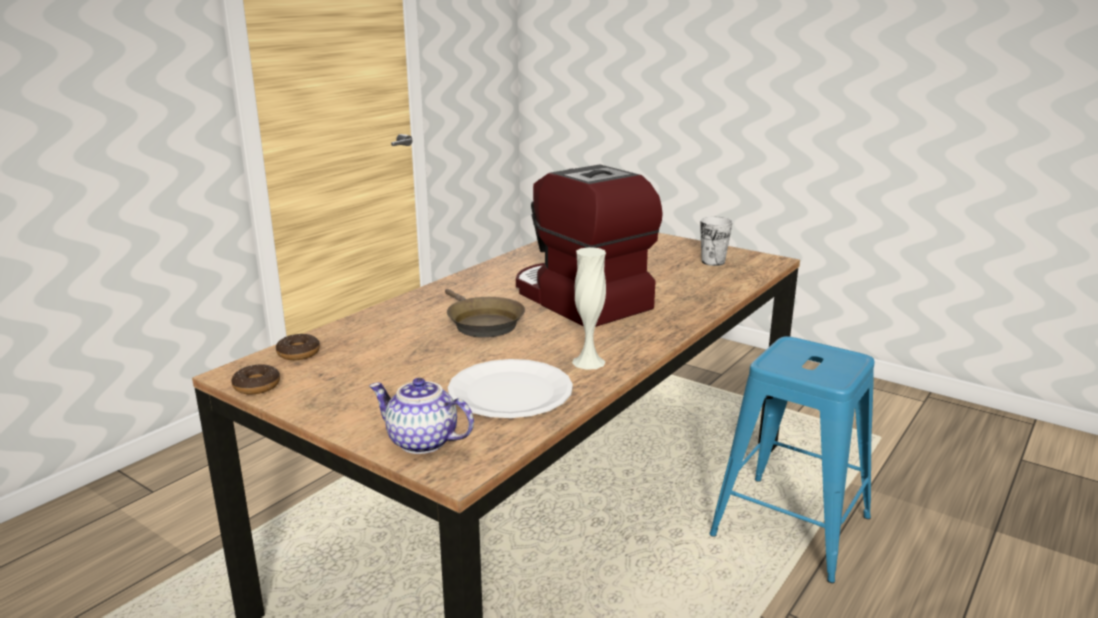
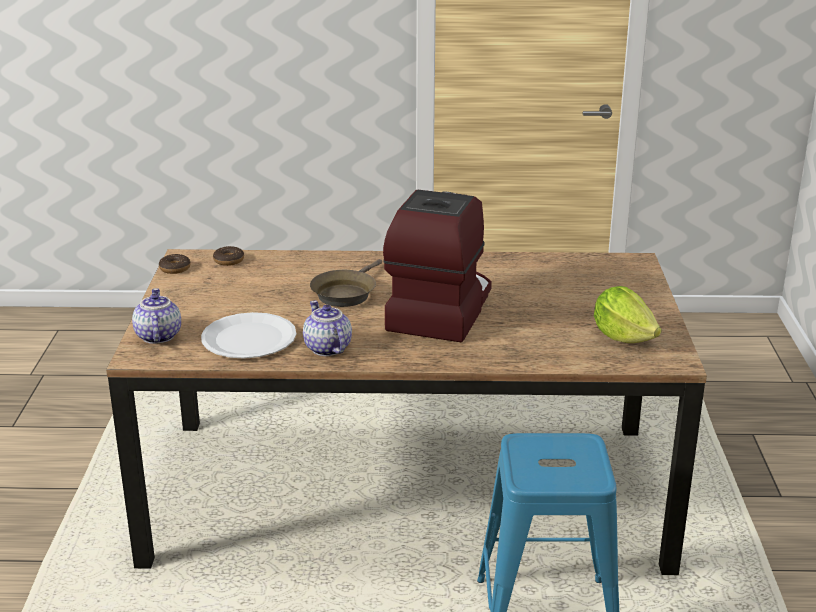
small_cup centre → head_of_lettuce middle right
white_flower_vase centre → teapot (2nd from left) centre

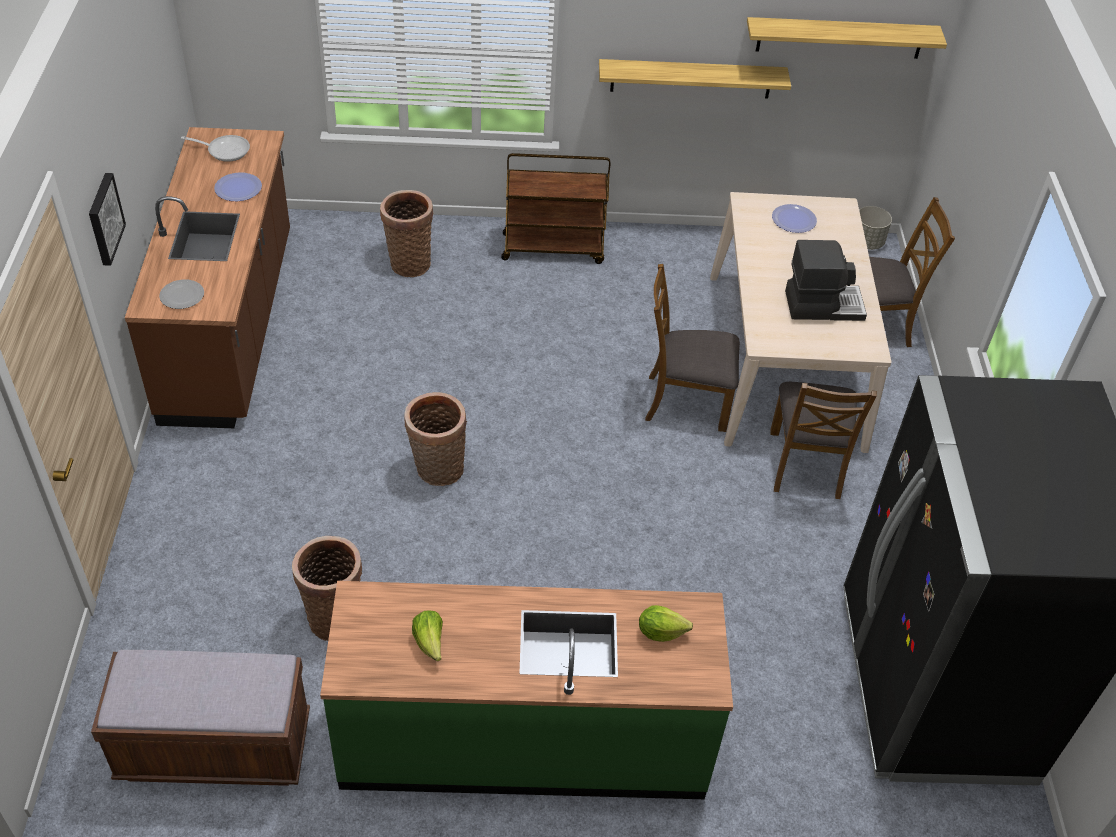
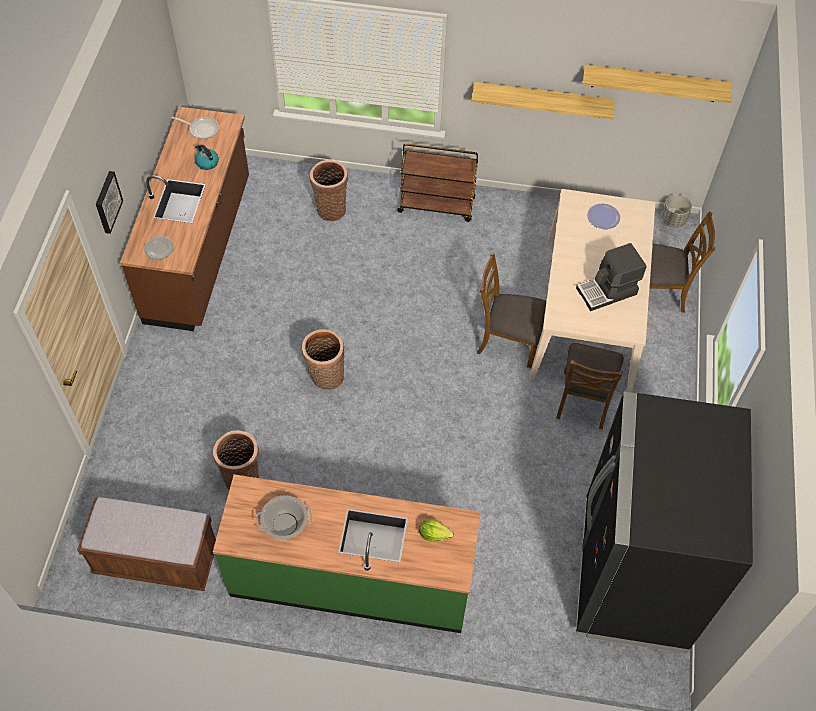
flat_dish (2nd from left) top left → water_kettle top left
coffee_brewer middle right, 150 degrees clockwise
head_of_lettuce (1st from left) bottom centre → stockpot bottom centre

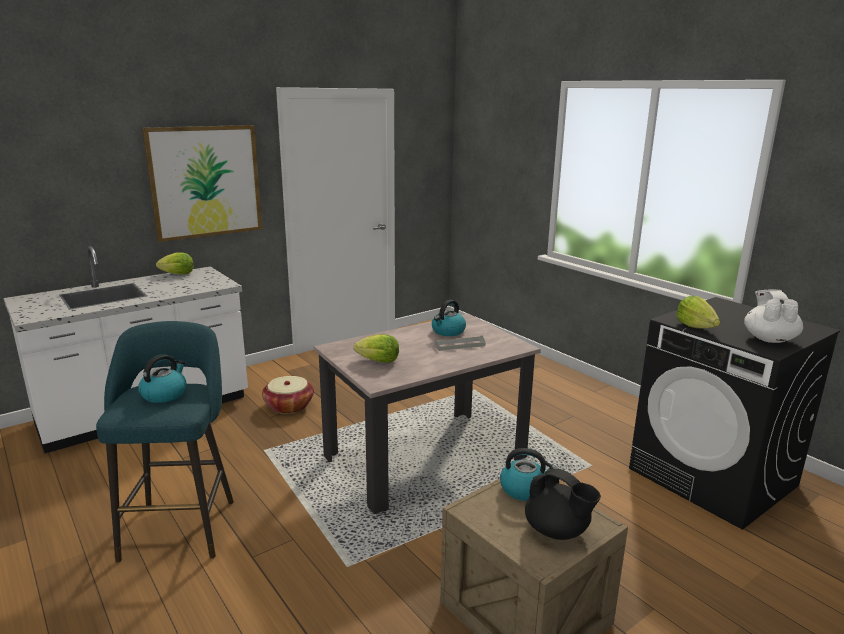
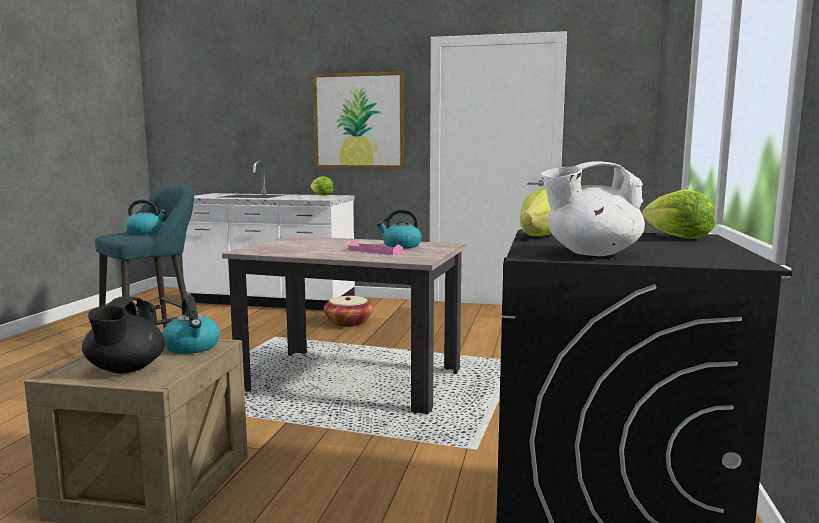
white_teapot middle right, 150 degrees counterclockwise
head_of_lettuce (2nd from left in the first image) centre → head_of_lettuce (3rd from left) middle right, move
greyish_tray centre → pinkish_tray centre

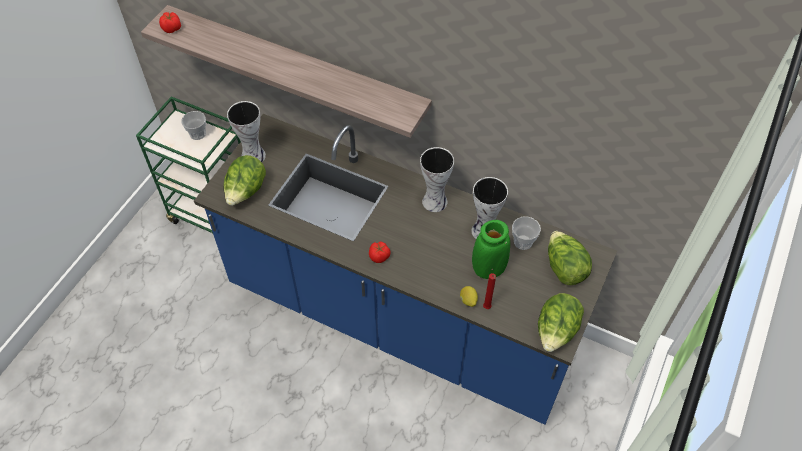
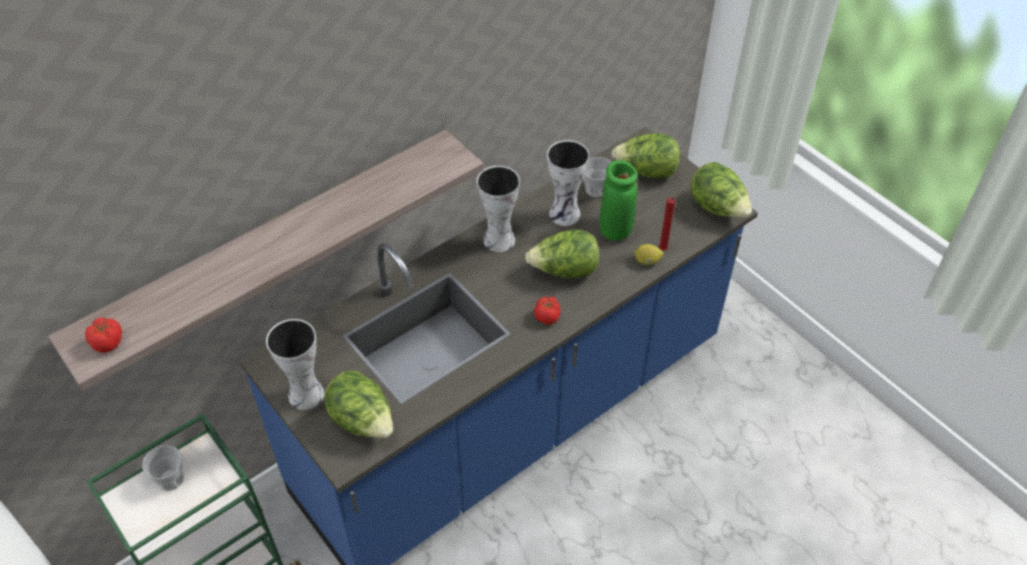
- → head_of_lettuce (2nd from left) centre

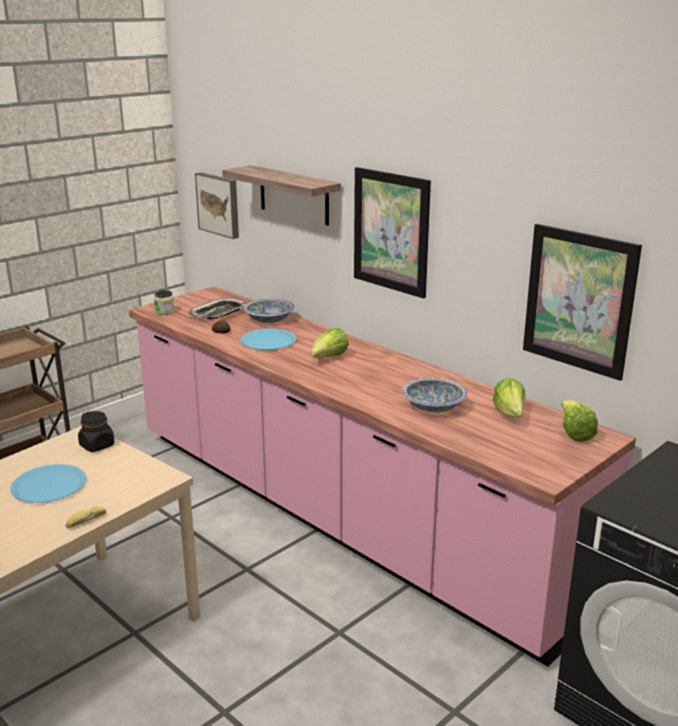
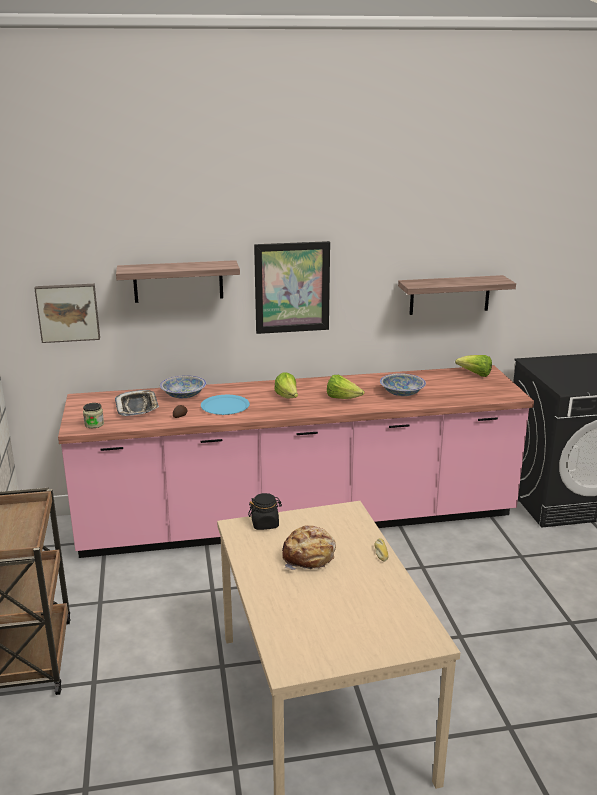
picture (3rd from left) middle right → shelf (2nd from left) middle right
head_of_lettuce (2nd from left) middle right → head_of_lettuce (2nd from left) centre, move
blue_flat_dish (1st from left) middle left → baked_bread (1st from left) bottom centre

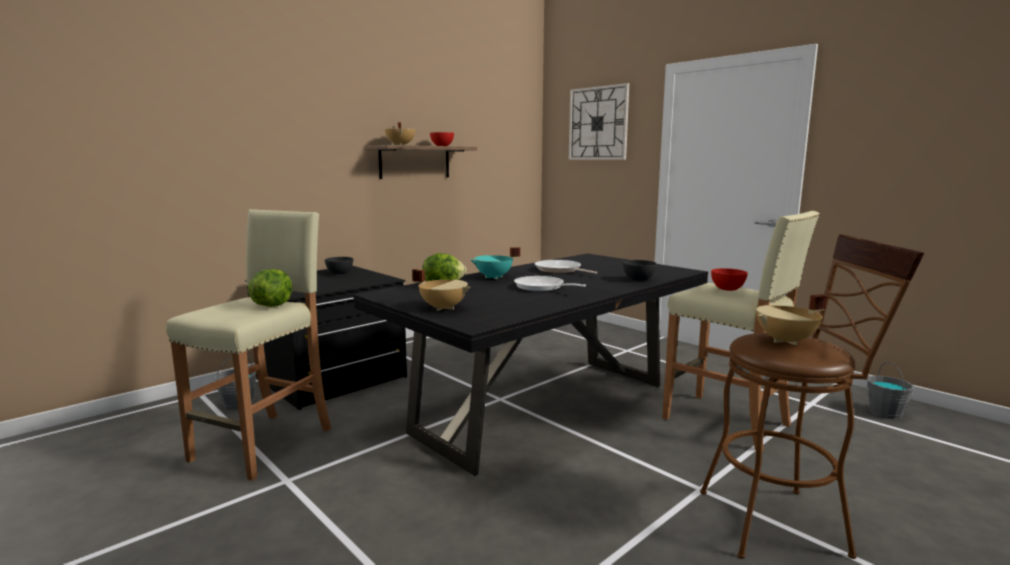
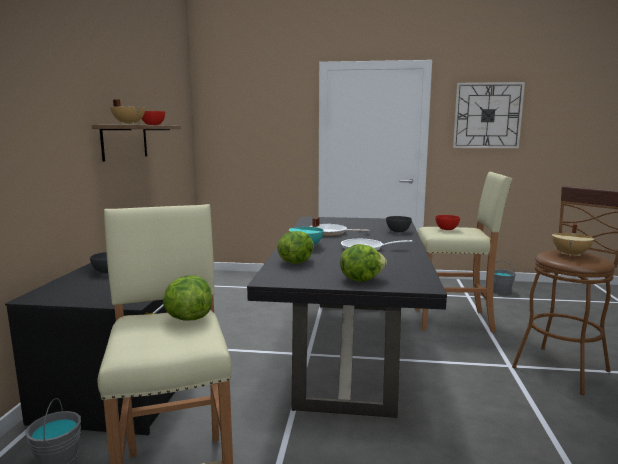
clock_on_the_wall top centre → clock_on_the_wall top right, move
sand-coloured_stockpot (2nd from left) centre → head_of_lettuce (3rd from left) centre

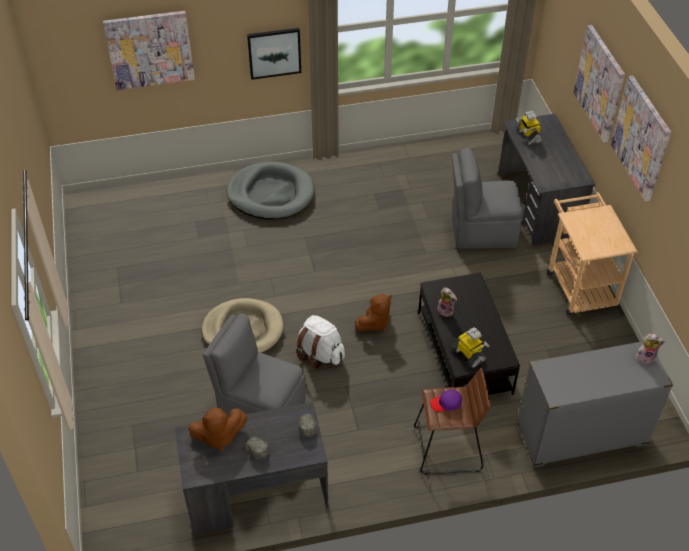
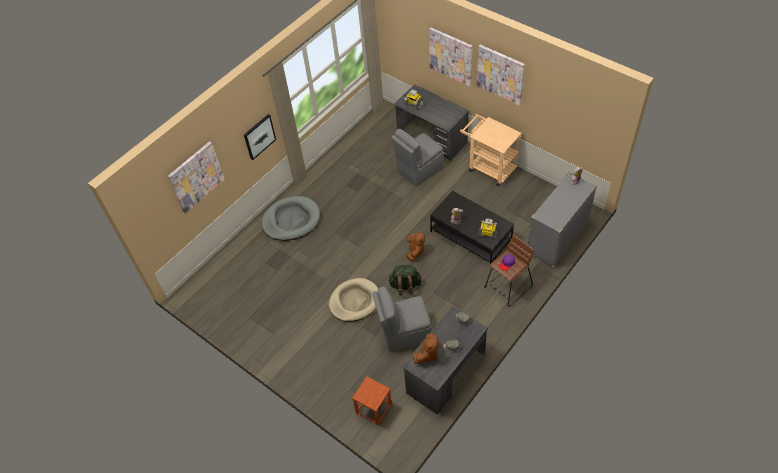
white_rucksack centre → greenish_rucksack centre
- → brown-coloured_stool (1st from left) bottom centre

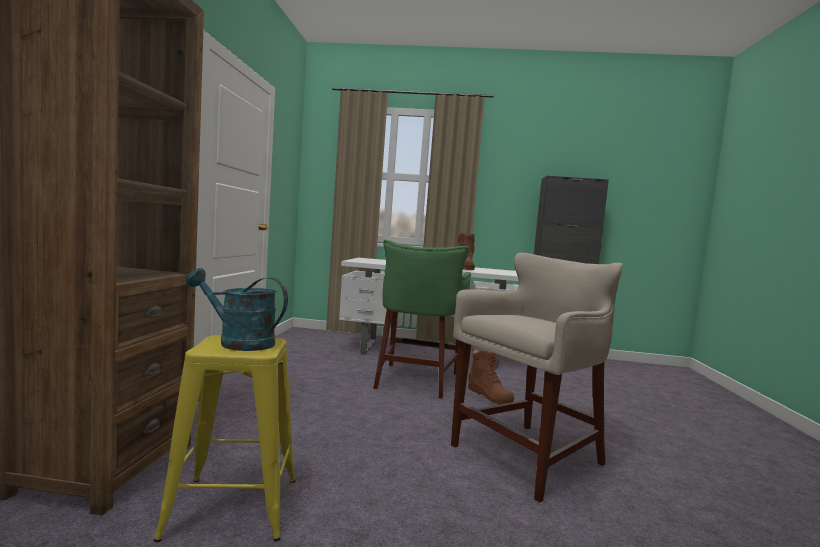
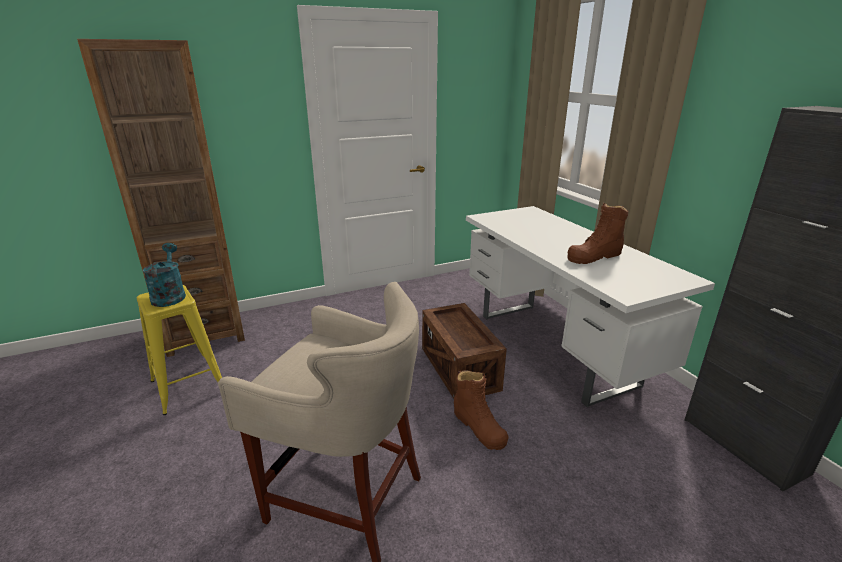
greenish_stool centre → shipping_crate centre
brown-coloured_high-top_boot (2nd from left in the first image) bottom centre → brown-coloured_high-top_boot (1st from left) bottom centre, 60 degrees counterclockwise

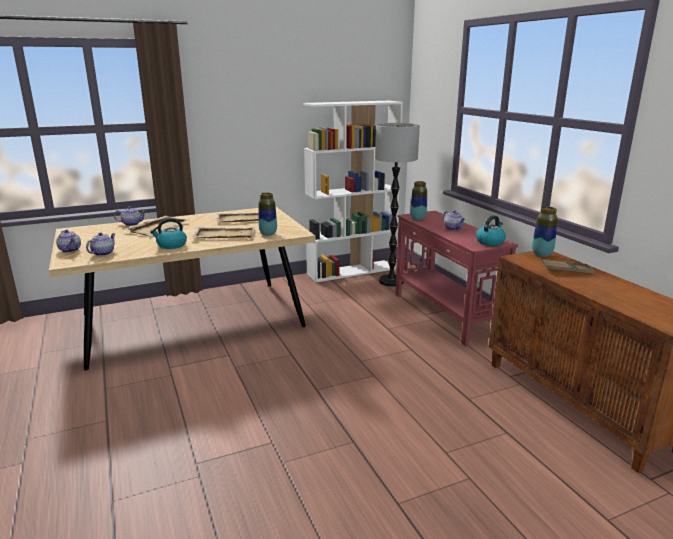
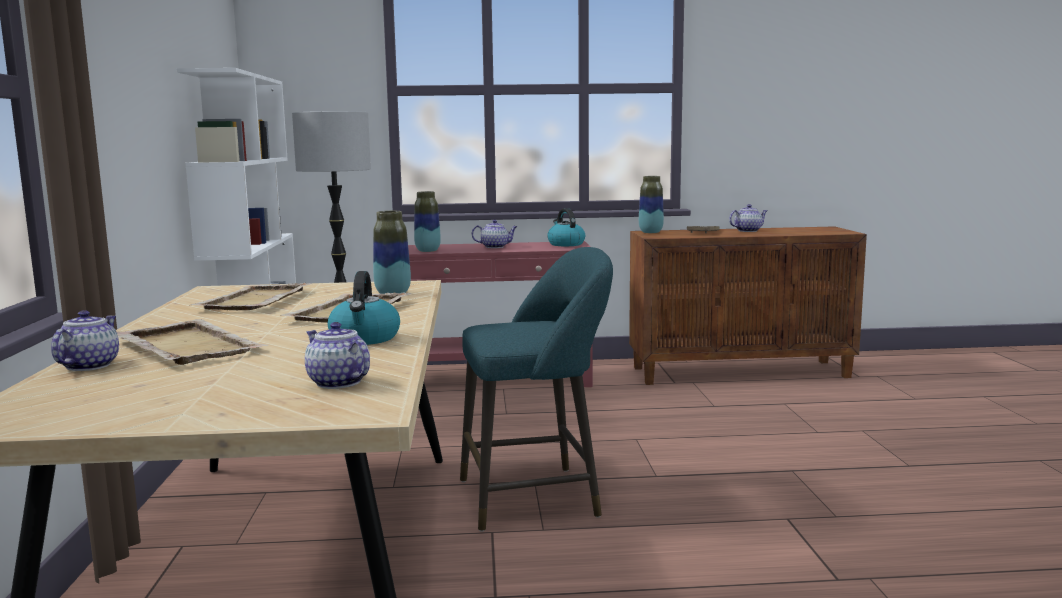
teapot (1st from left in the first image) middle left → teapot (4th from left) middle right, move
- → turquoise-coloured_stool centre

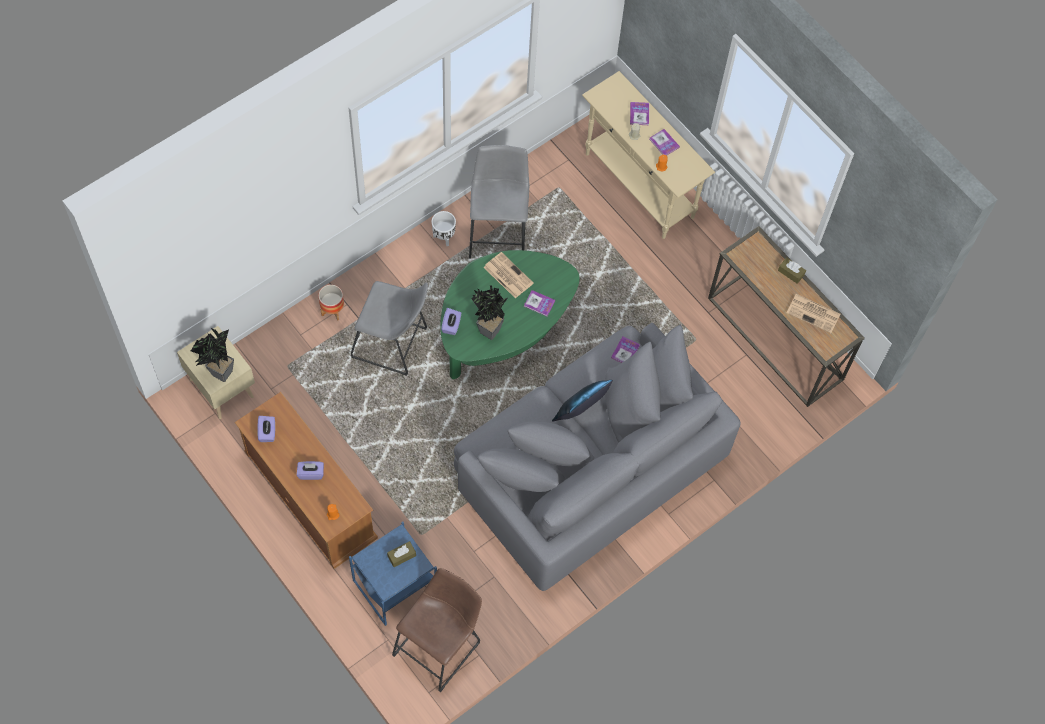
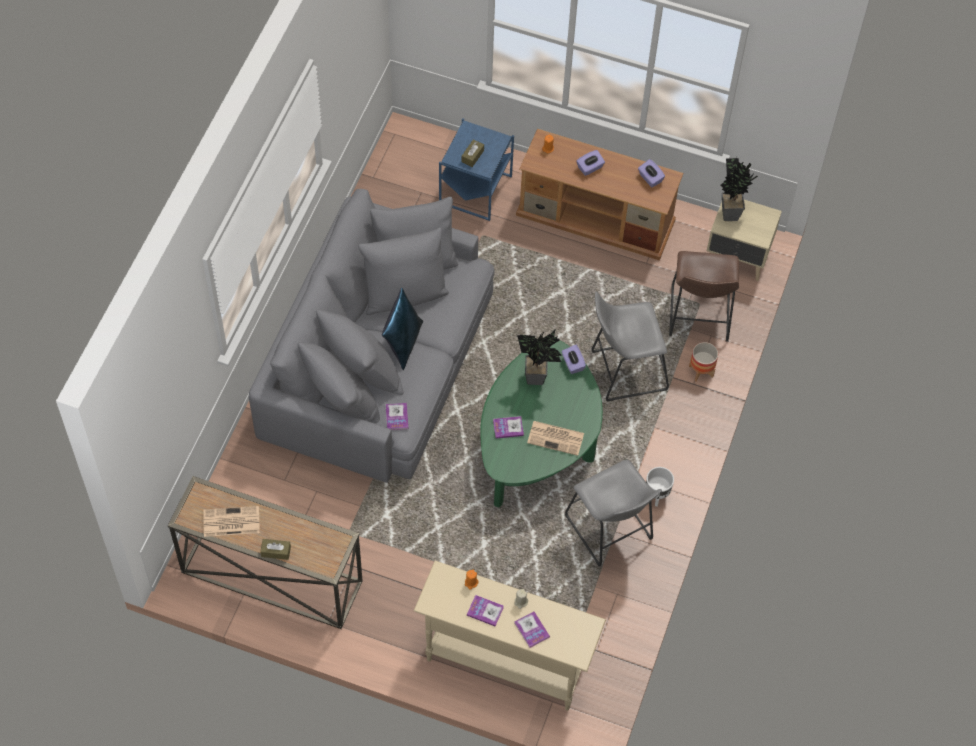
brown-coloured_stool bottom centre → brown-coloured_stool middle right, move

